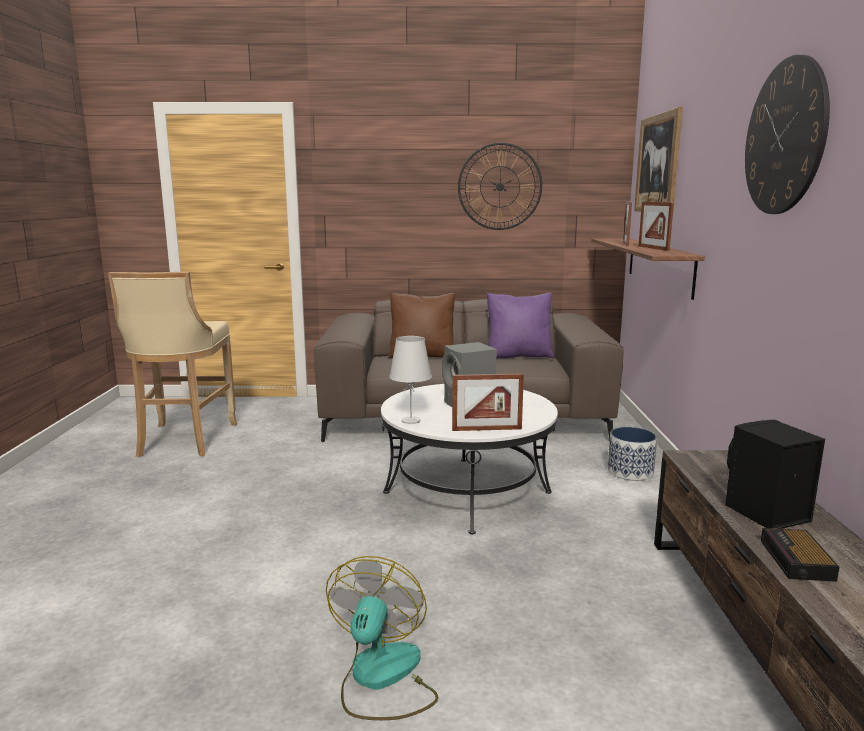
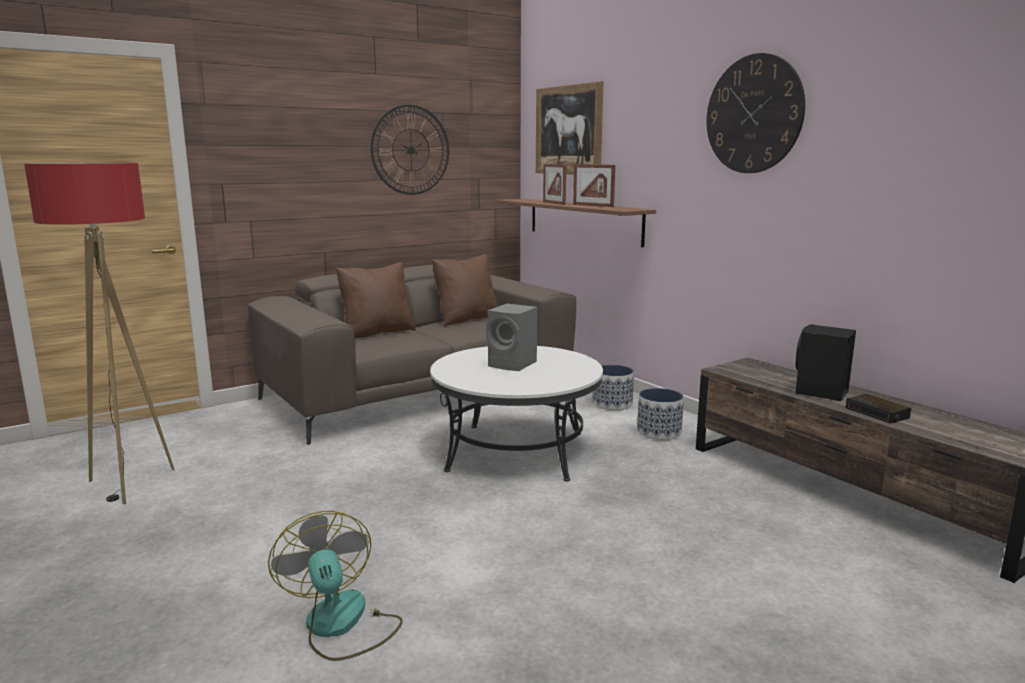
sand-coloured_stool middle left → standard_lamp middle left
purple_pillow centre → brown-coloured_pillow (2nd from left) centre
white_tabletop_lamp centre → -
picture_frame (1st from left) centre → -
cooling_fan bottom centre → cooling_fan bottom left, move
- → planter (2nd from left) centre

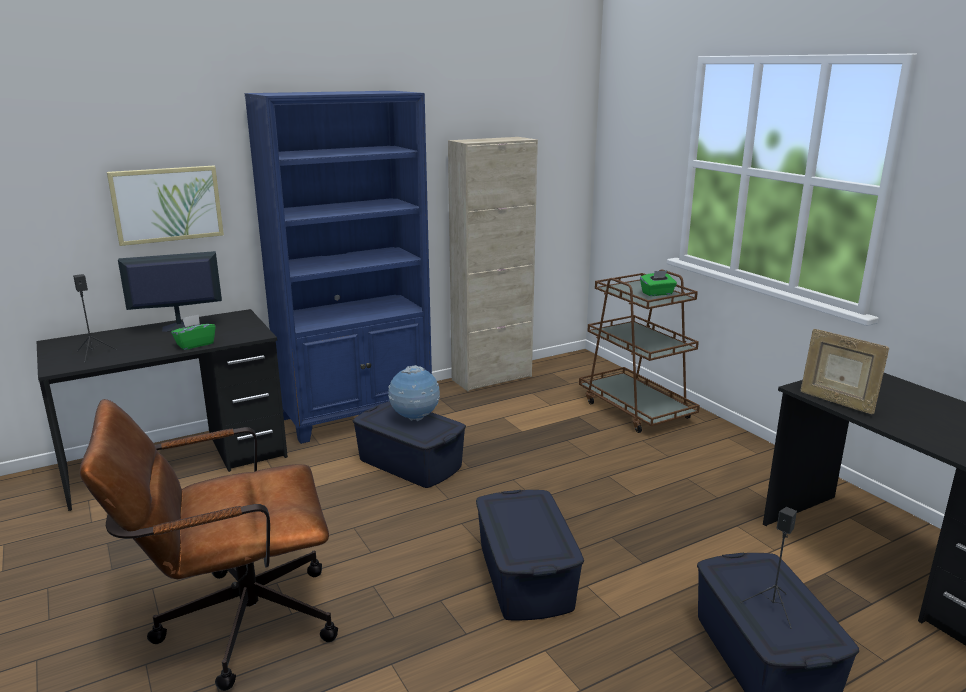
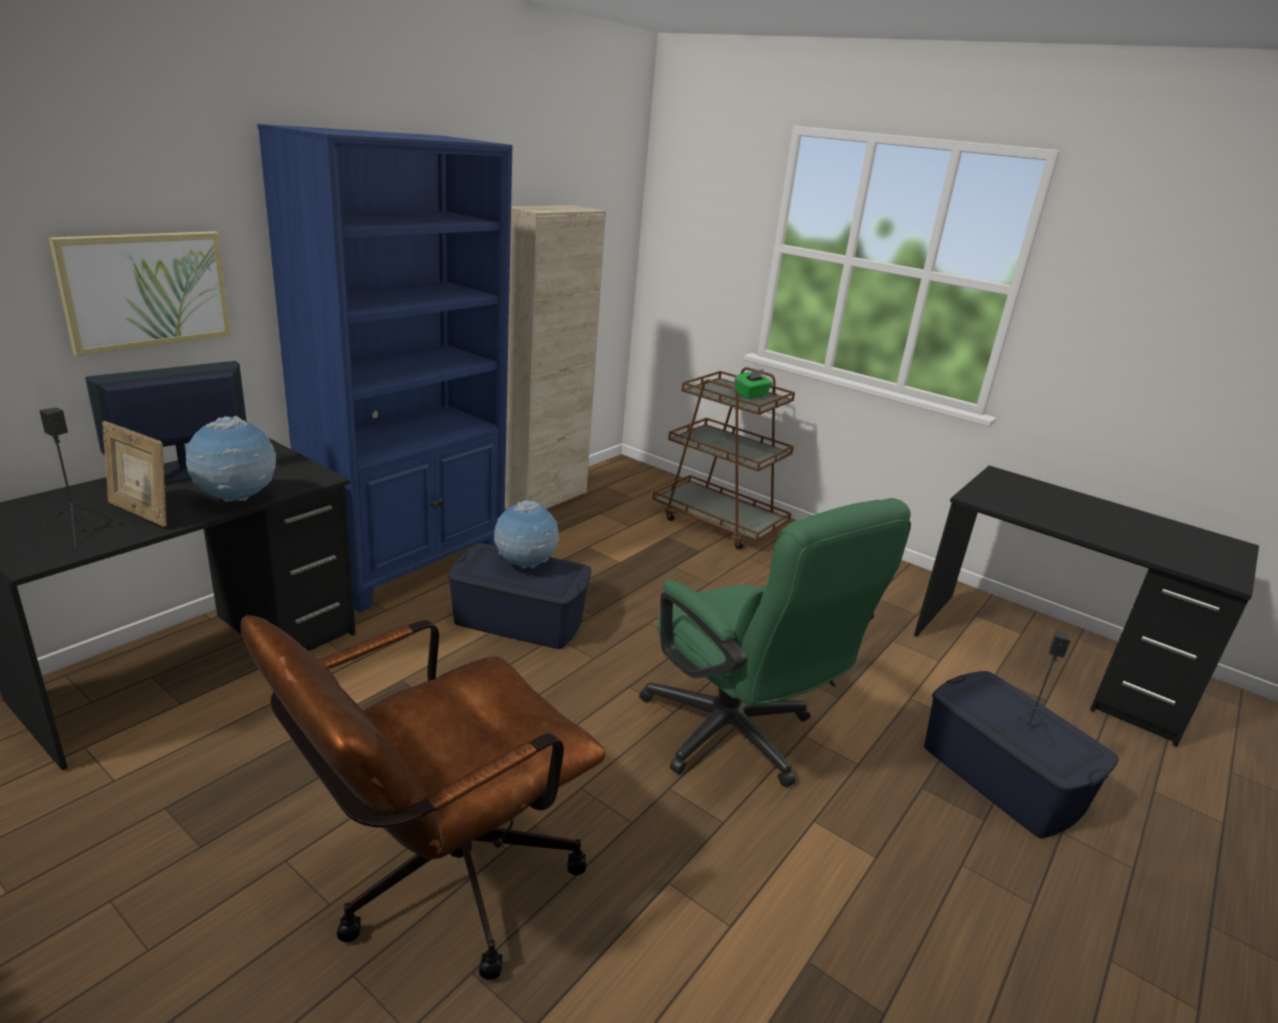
greenish_box_of_tissues (1st from left) middle left → desk_globe (1st from left) middle left
picture_frame middle right → picture_frame middle left, move
blue_storage_container (2nd from left) bottom centre → greenish_computer_chair centre

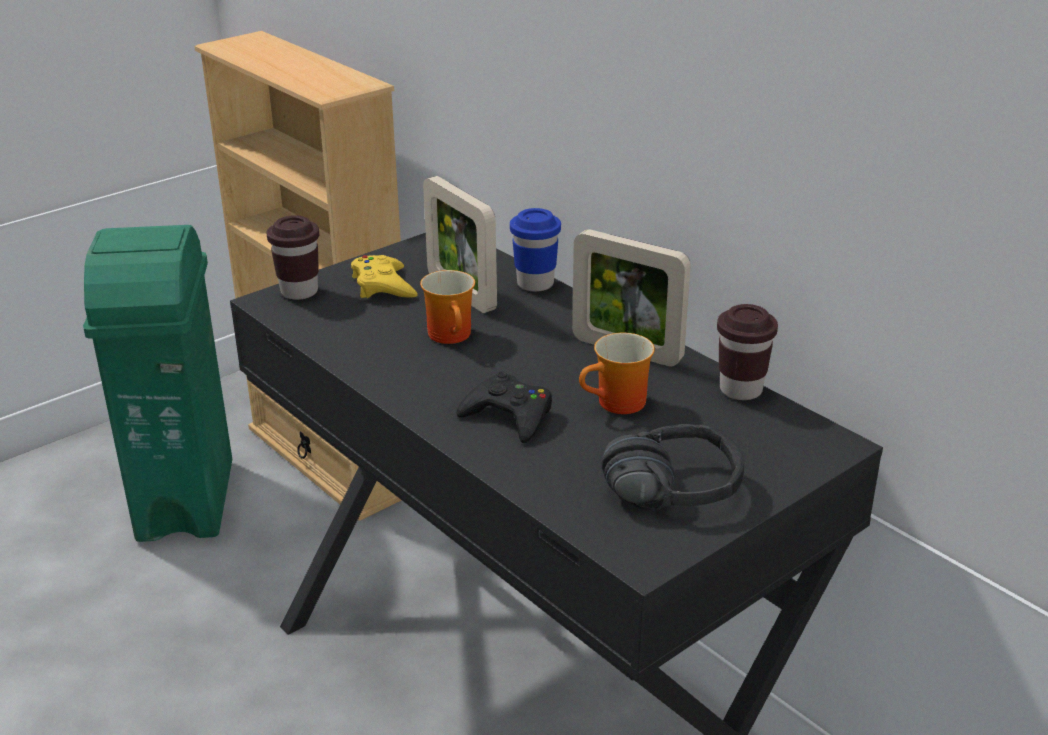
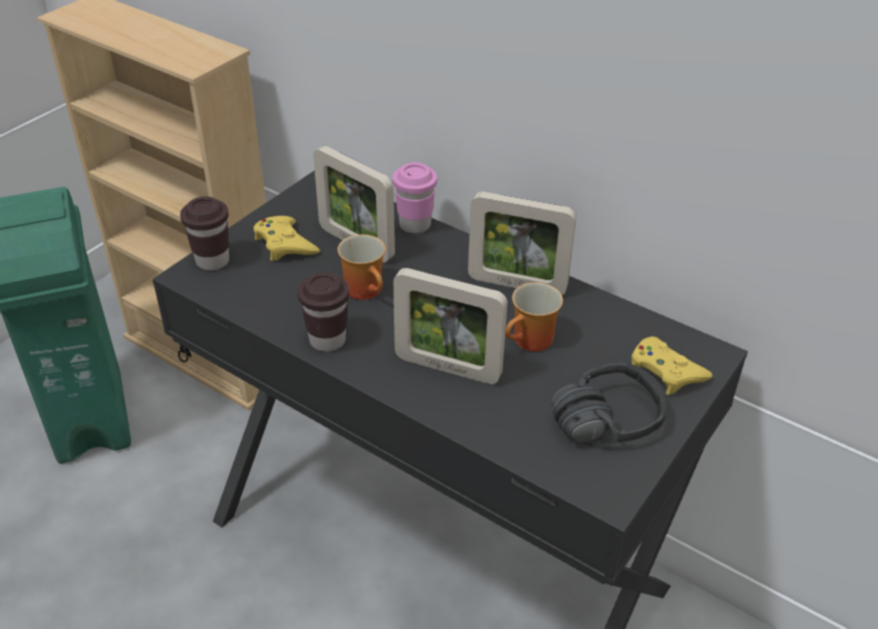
blue_small_cup centre → pinkish_small_cup top centre
brown-coloured_small_cup (2nd from left) middle right → brown-coloured_small_cup (2nd from left) centre, move
blackish_joypad centre → picture_frame (2nd from left) centre
- → yellowish_joypad (2nd from left) middle right

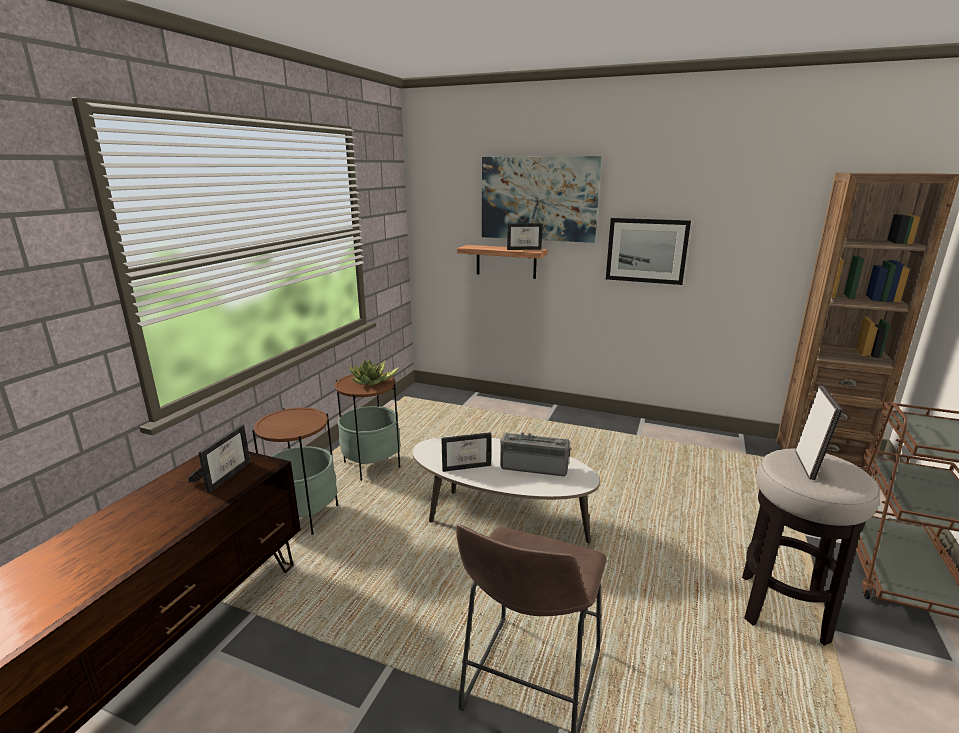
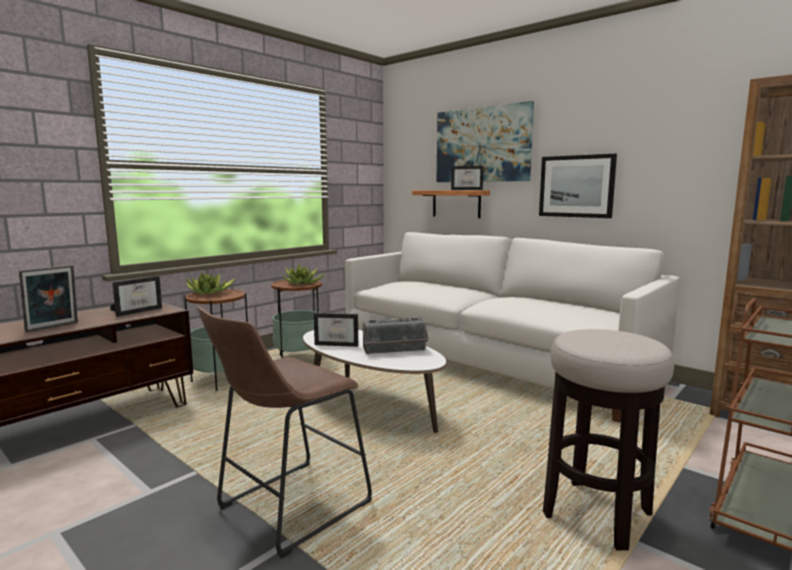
picture_frame (4th from left in the first image) middle right → picture_frame (1st from left) middle left, move
radio_set centre, 135 degrees clockwise
- → white_sofa centre
- → potted_plant (1st from left) middle left

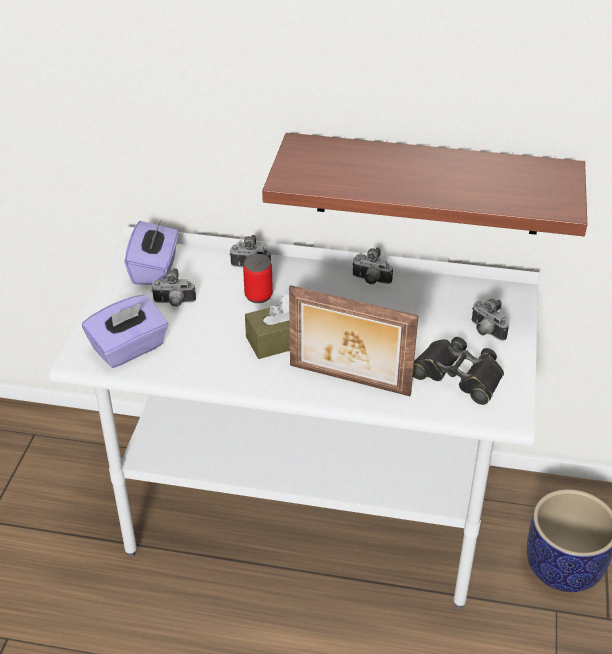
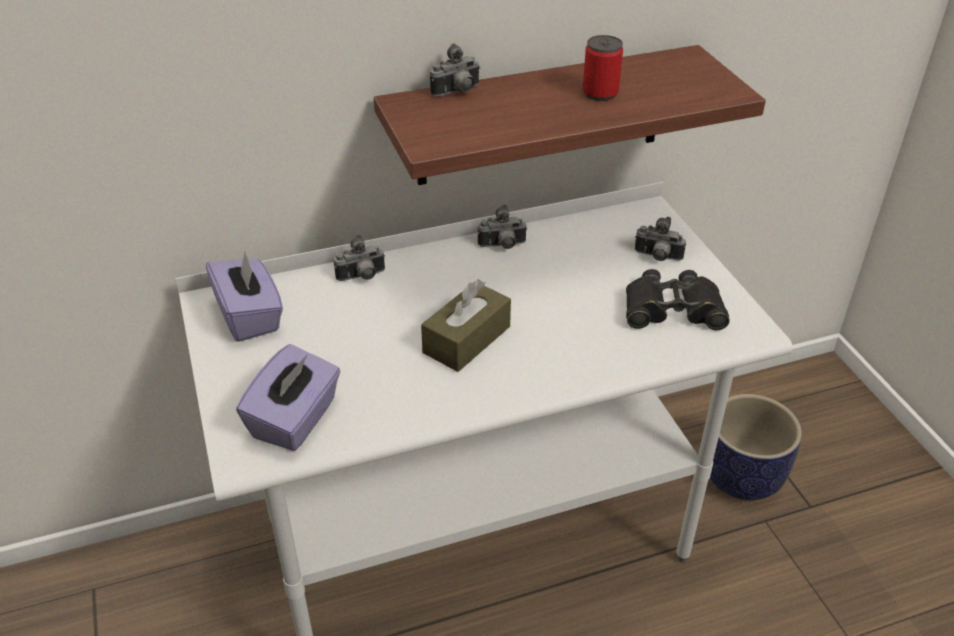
metal_can centre → metal_can top centre, move
still_camera (1st from left in the first image) middle left → still_camera (2nd from left) top centre, move
picture_frame centre → -

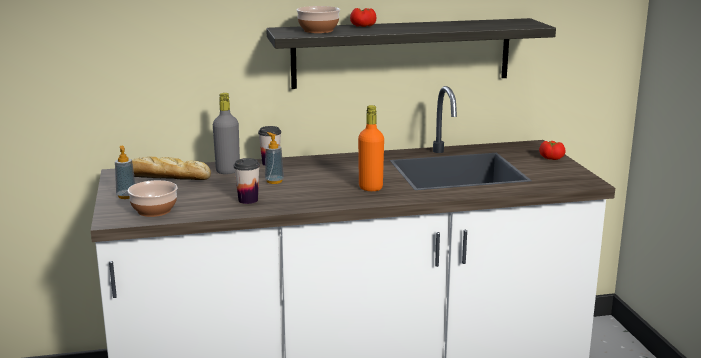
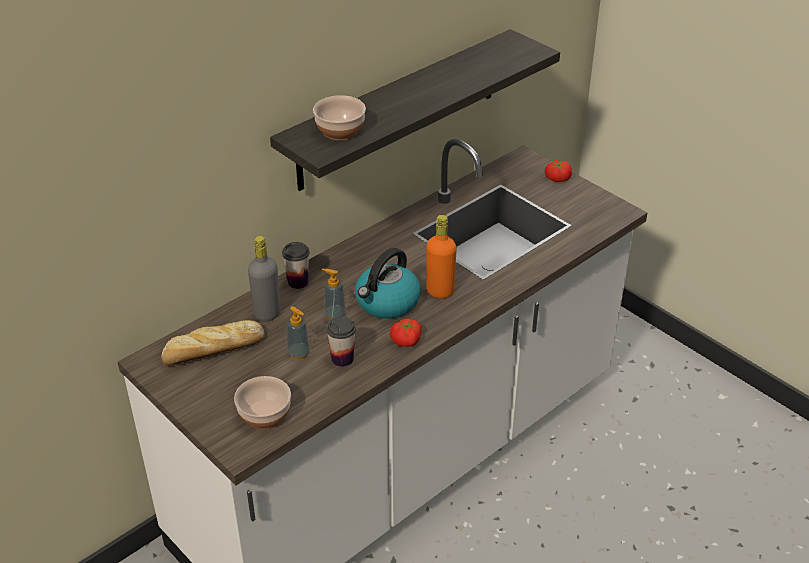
tomato (1st from left) top centre → tomato (1st from left) centre, move
liquid_soap_bottle (1st from left) middle left → liquid_soap_bottle (1st from left) centre, move
- → water_kettle centre

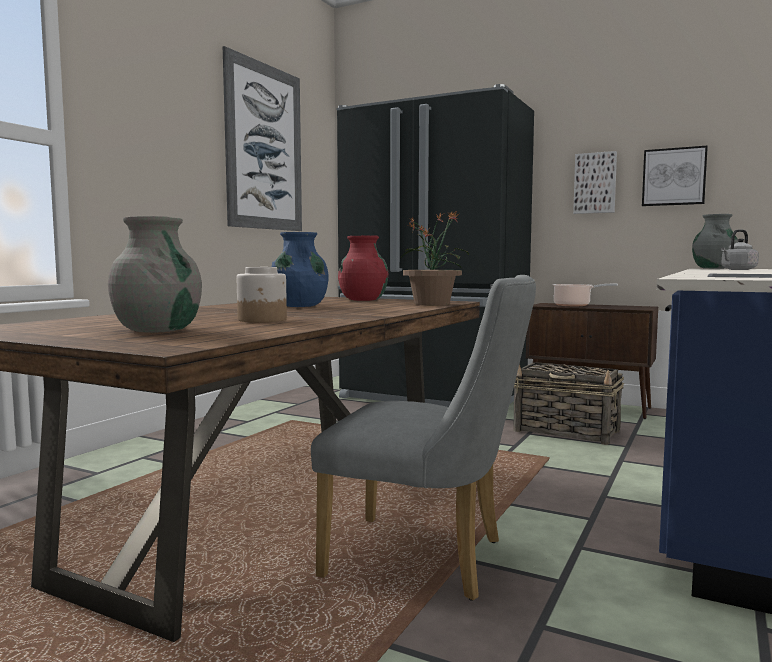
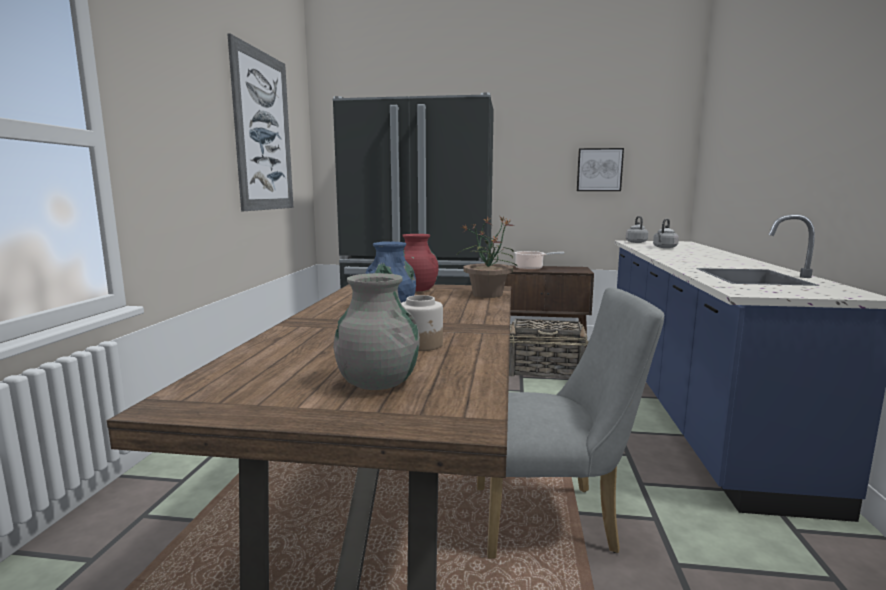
picture (2nd from left) top right → -
greyish_flower_vase (2nd from left) middle right → greyish_water_kettle (1st from left) middle right

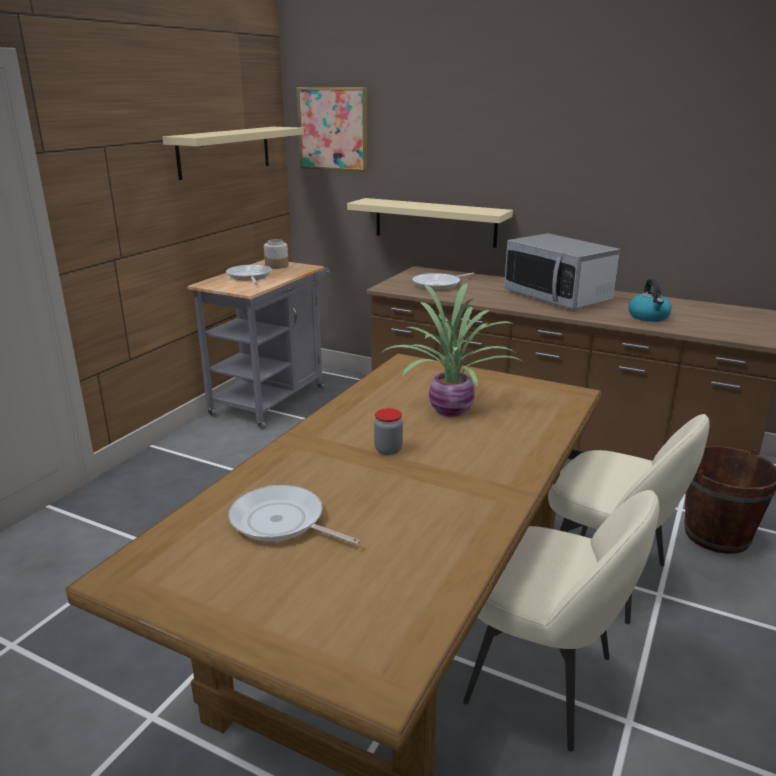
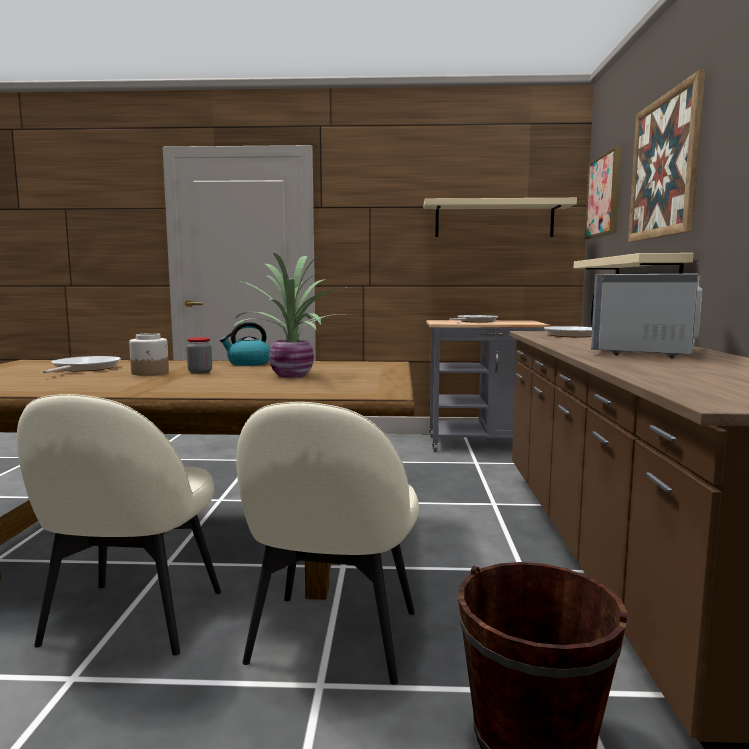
jar (1st from left) top centre → jar (1st from left) middle left, move
water_kettle middle right → water_kettle middle left, move
- → picture (2nd from left) top right

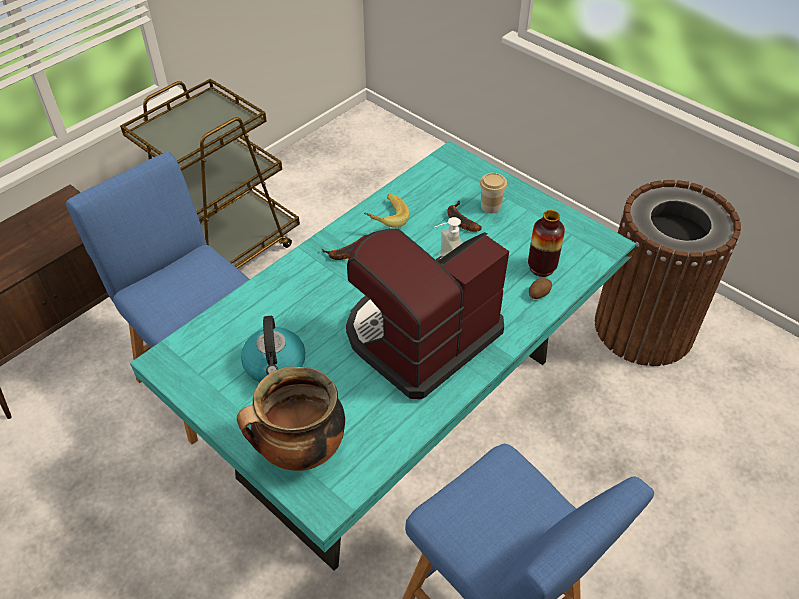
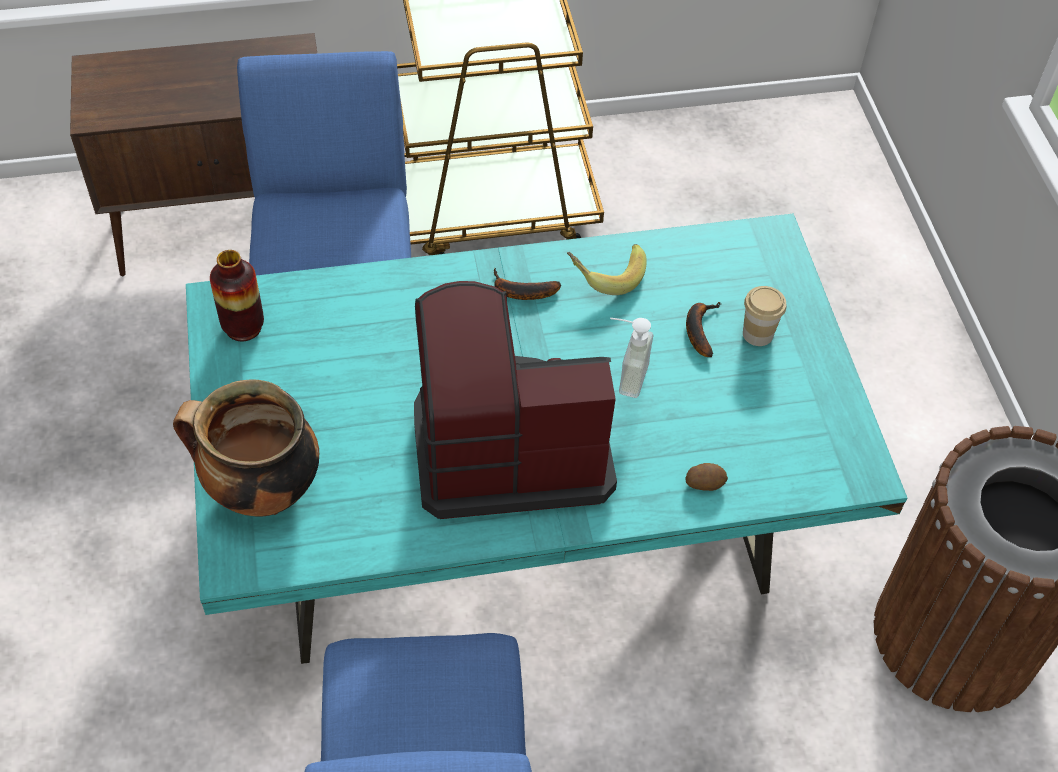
flower_vase middle right → flower_vase middle left, move
water_kettle centre → -

